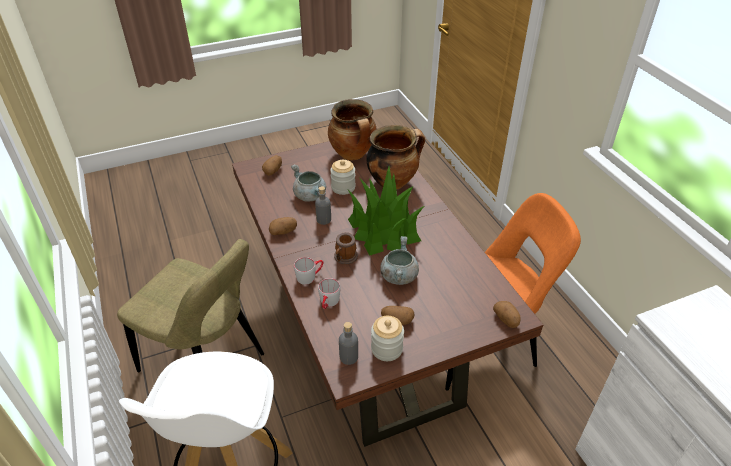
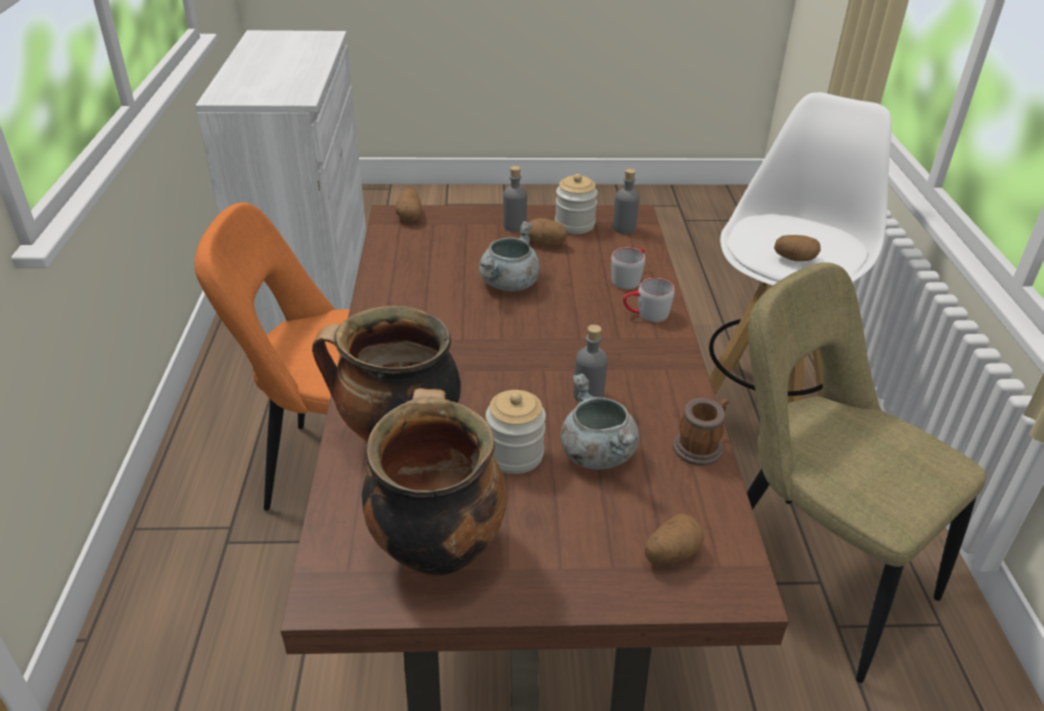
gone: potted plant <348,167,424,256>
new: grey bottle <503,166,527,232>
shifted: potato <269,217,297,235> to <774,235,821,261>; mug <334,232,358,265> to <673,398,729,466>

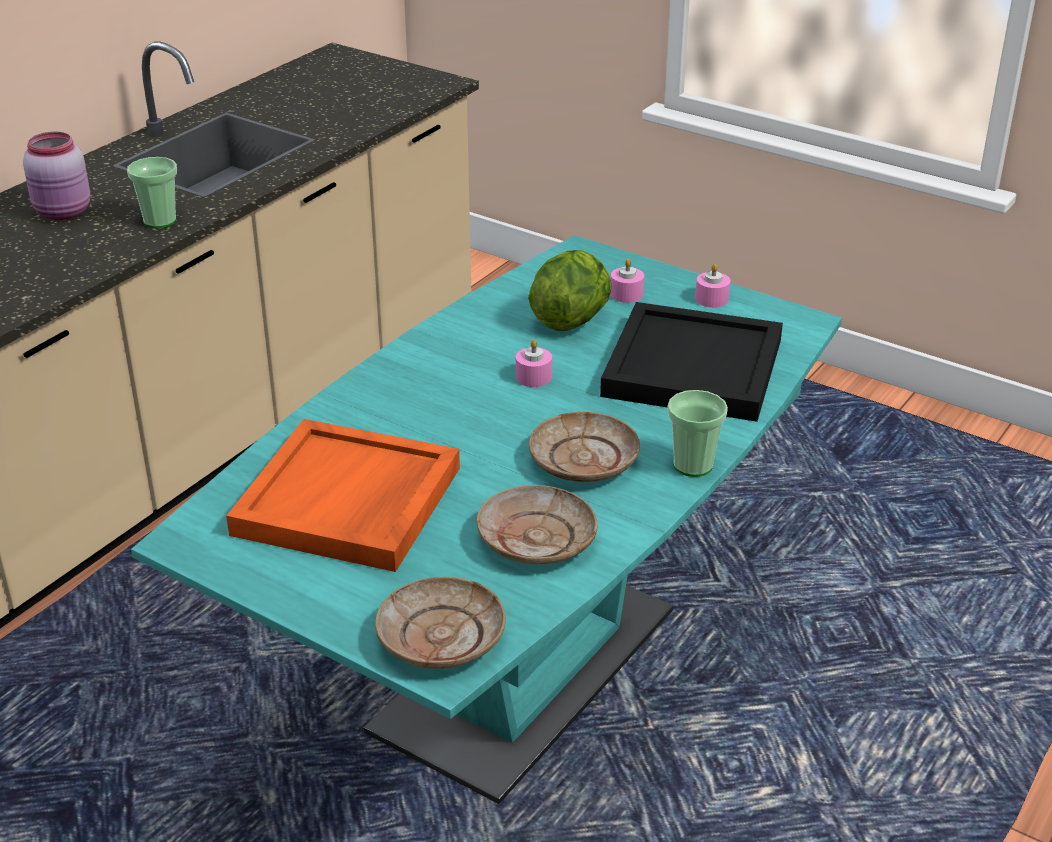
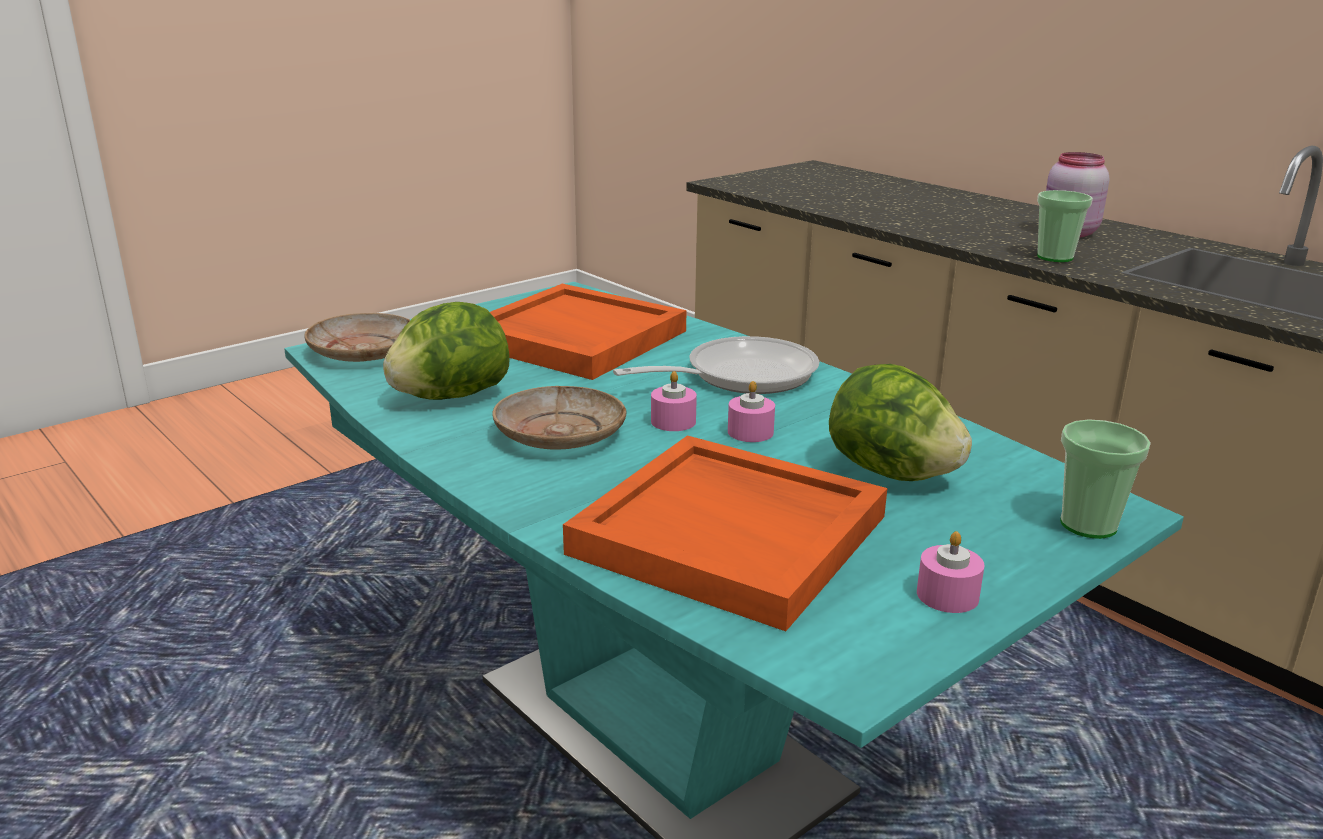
new: frying pan <613,336,819,394>
shifted: pink candle <610,259,644,303> to <651,371,697,431>; cup <667,390,728,477> to <1060,419,1151,539>
swapped: beige plate <476,485,598,565> to lettuce <383,302,510,400>
repainted: black tray <600,302,783,422> to orange tray <563,435,887,631>

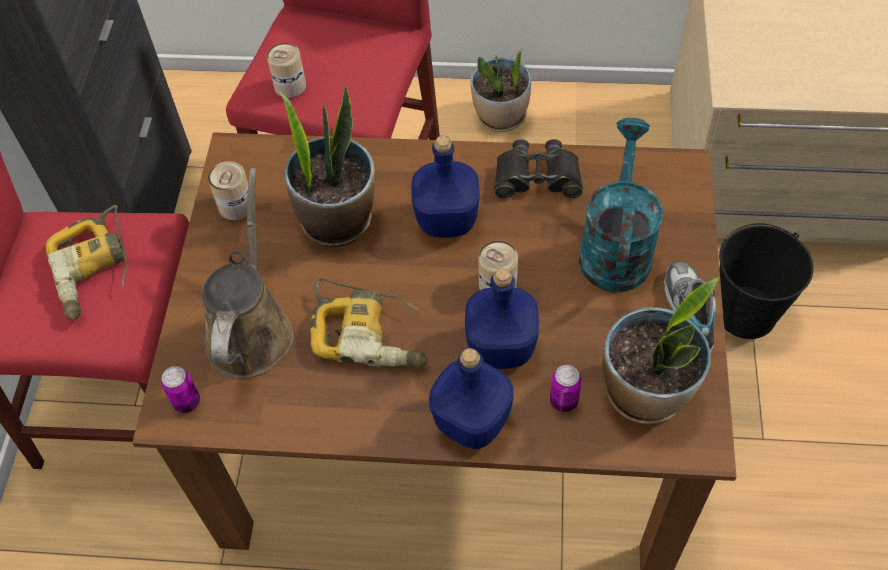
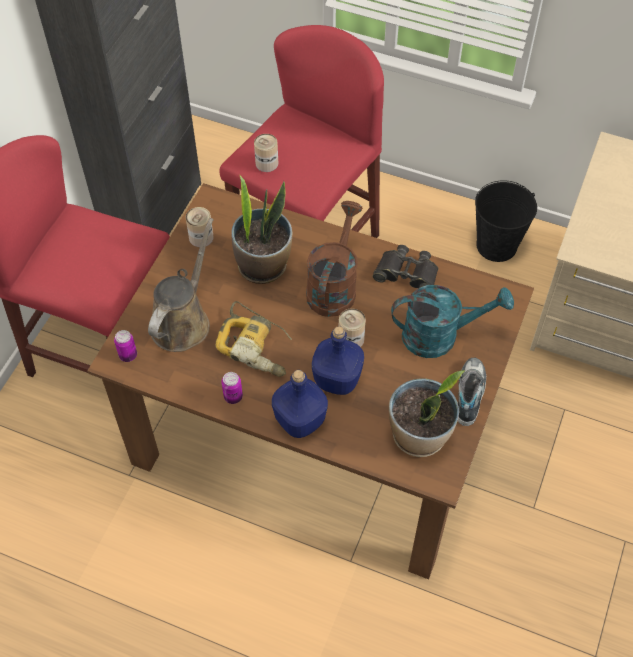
gone: power drill <46,205,127,320>; potted plant <470,48,531,132>
shifted: can <550,365,582,412> to <221,372,243,404>; black bucket <719,223,814,339> to <475,180,537,262>
swapped: blue bottle <412,135,479,238> to brown watering can <306,201,363,317>
rotated: turquoise watering can <579,118,663,293> = <391,285,514,358> 60 degrees clockwise

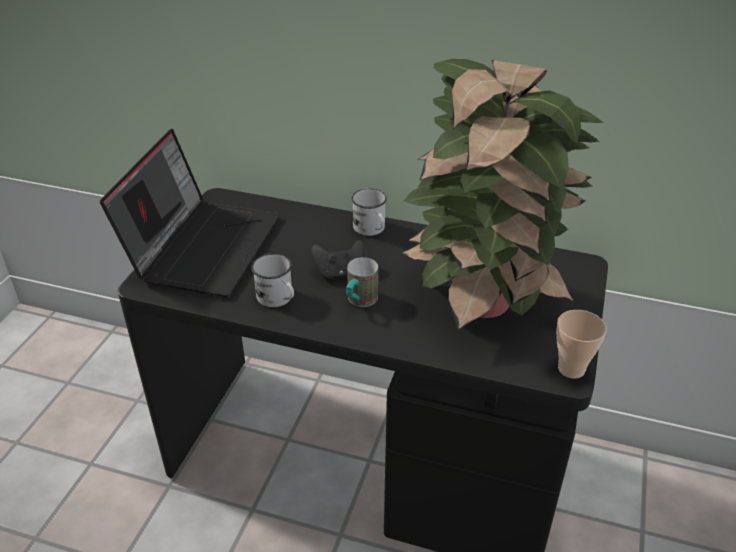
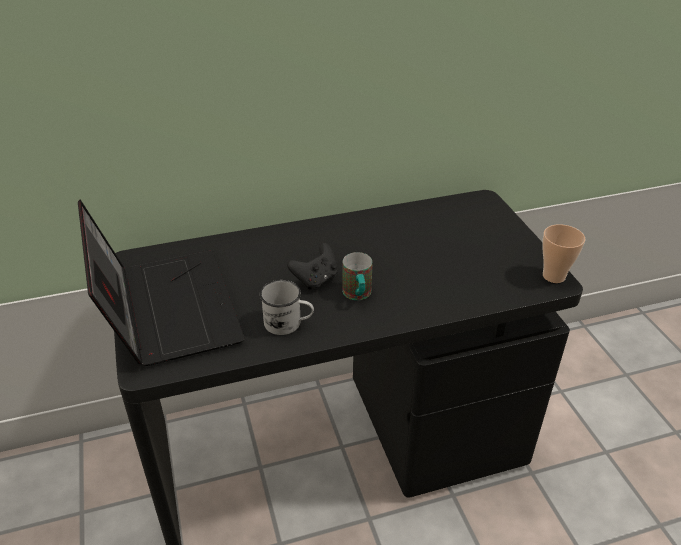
gone: white mug <351,188,387,236>; potted plant <402,59,604,330>

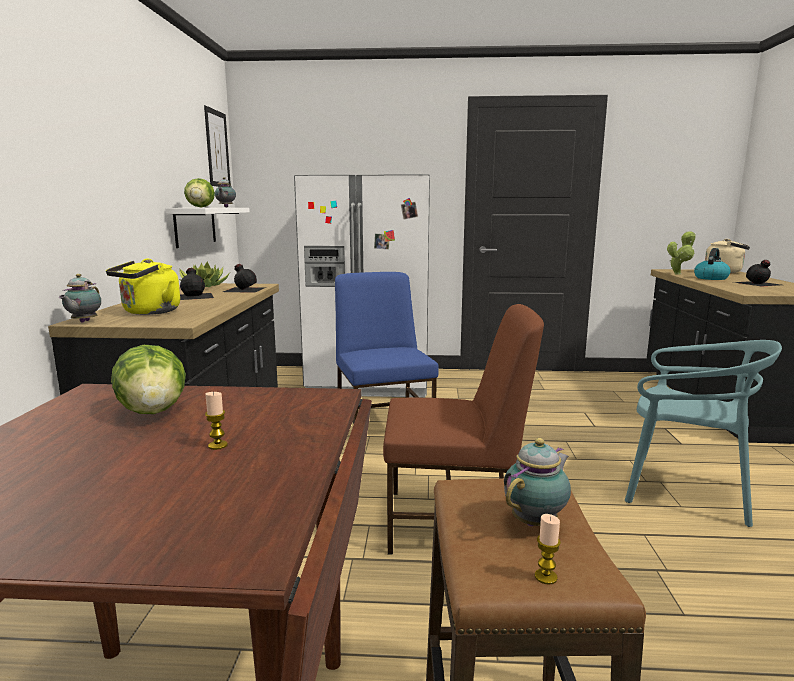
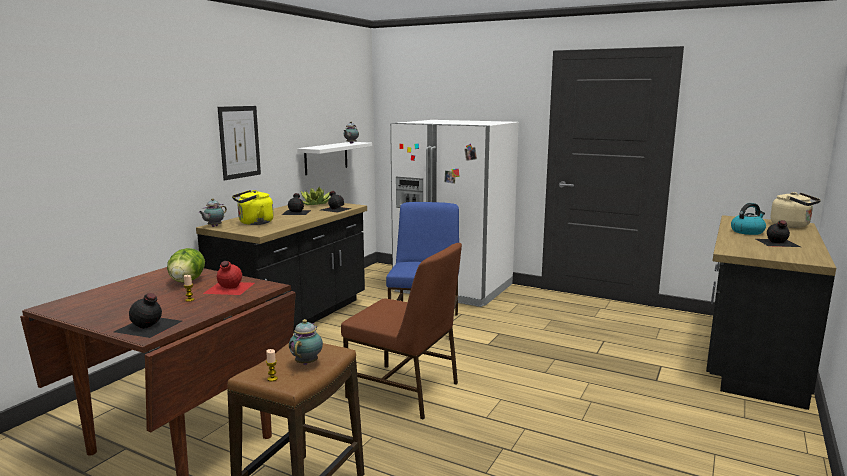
gone: lettuce <184,178,215,207>; turquoise chair <625,340,782,527>; potted plant <667,231,696,275>
new: black bottle <114,293,182,338>; red bottle <203,261,255,295>
shifted: picture <204,105,231,186> to <218,106,261,181>
rotated: teapot <504,438,571,526> = <289,319,323,365> 60 degrees counterclockwise

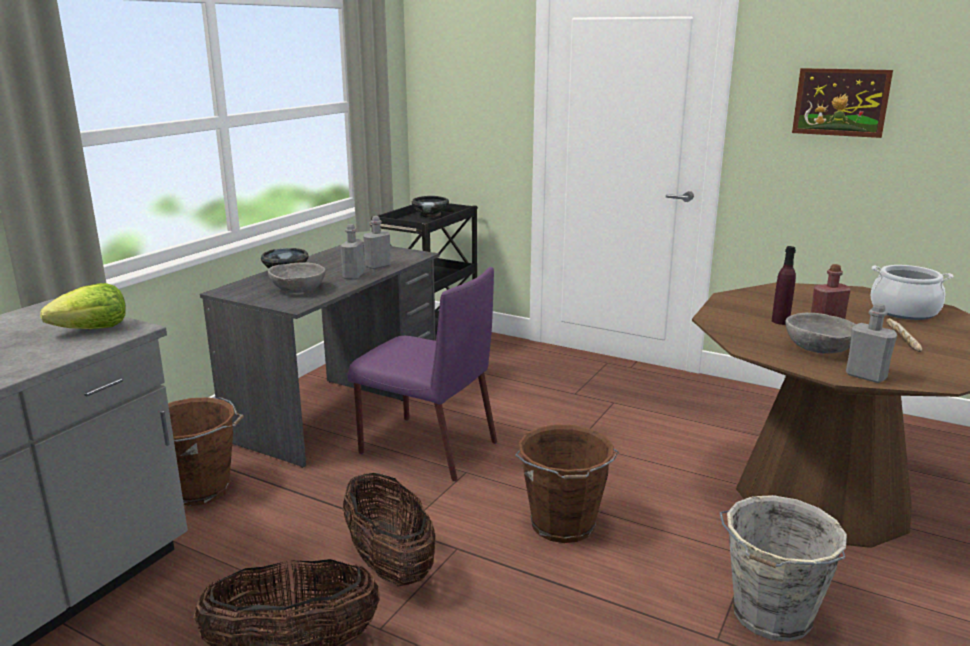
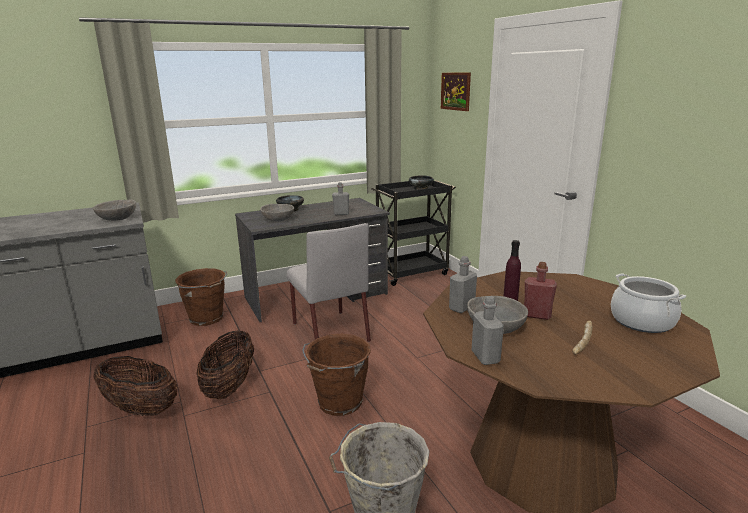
shifted: grey bottle <340,224,364,280> to <449,256,477,313>; picture <792,68,893,138> to <441,73,471,111>
swapped: lettuce <40,283,126,329> to grey bowl <93,200,136,221>
repainted: purple chair <348,267,497,481> to grey chair <286,223,371,342>

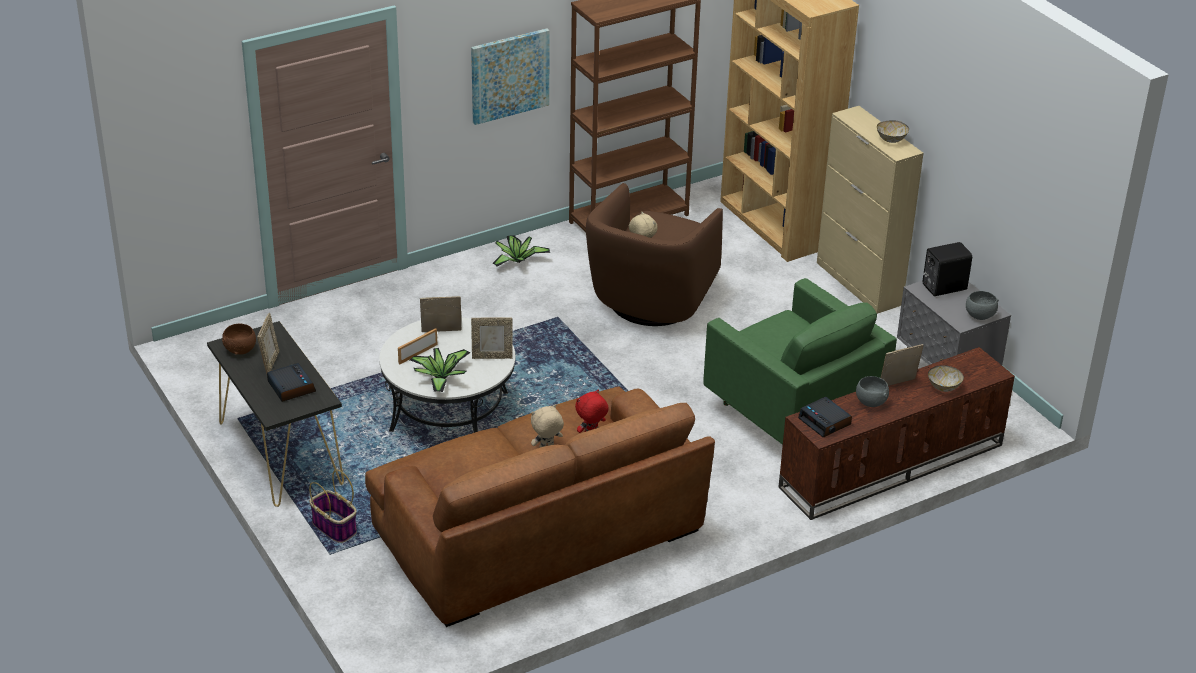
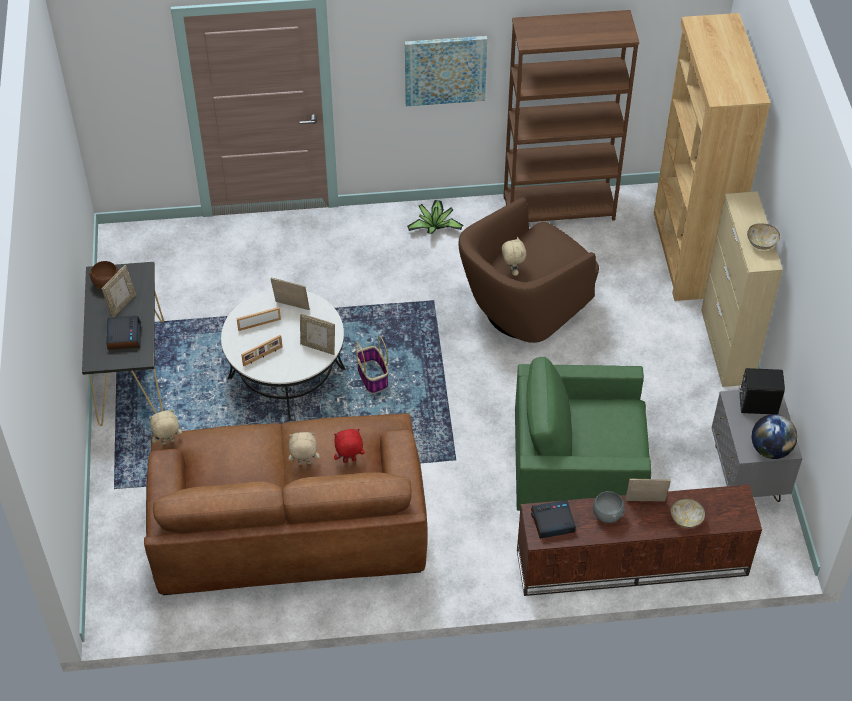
new: beige plush toy <149,409,182,445>
shifted: basket <309,470,357,543> to <355,336,389,394>
swapped: potted plant <410,348,470,392> to picture frame <241,335,282,366>; grey bowl <966,291,999,320> to globe <752,414,797,459>
rotated: green armchair <703,278,897,445> = <515,357,651,511> 105 degrees clockwise; alarm clock <798,397,852,438> = <531,500,576,539> 90 degrees clockwise

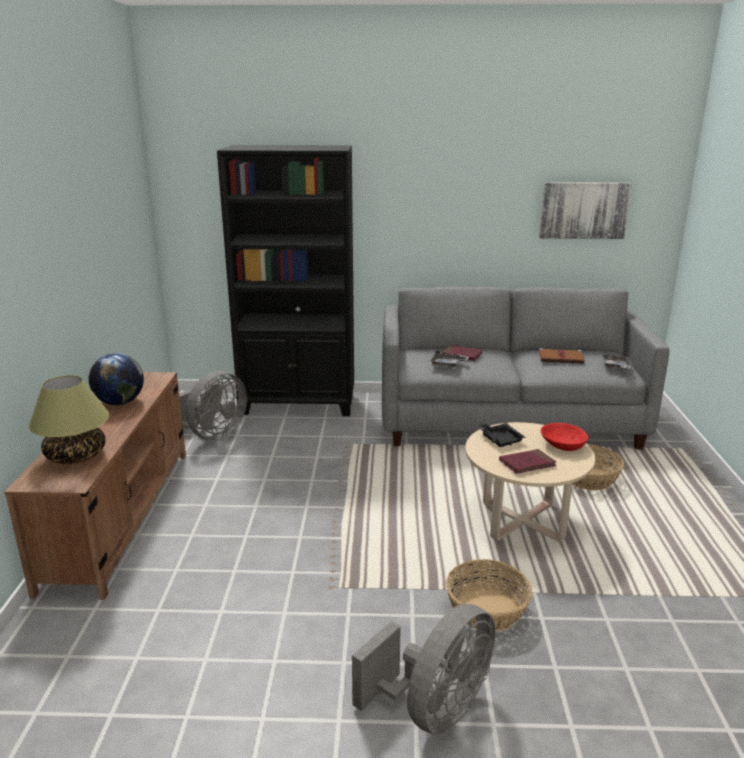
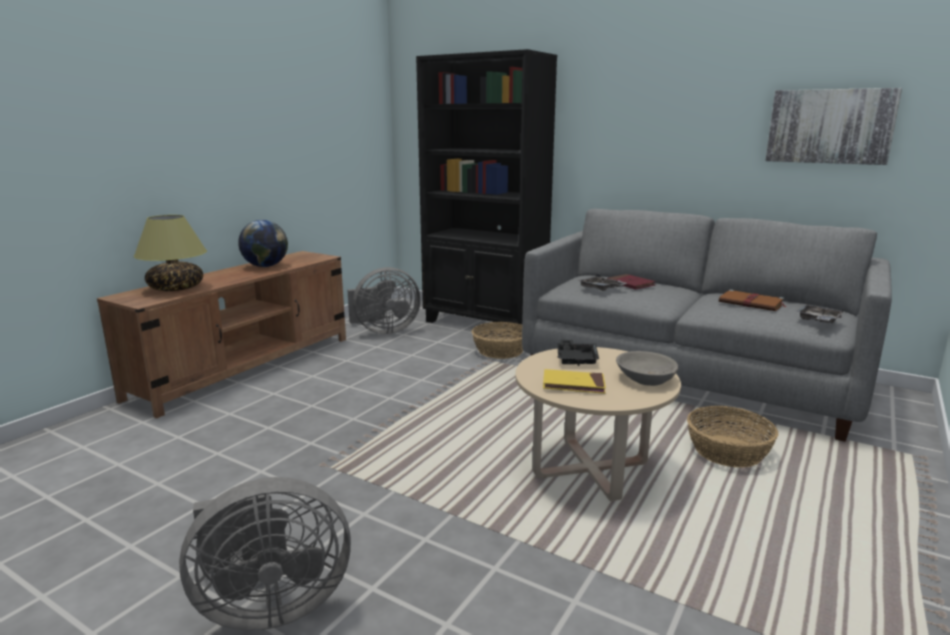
shifted: basket <446,559,532,632> to <472,322,523,359>
repainted: red book <499,449,556,474> to yellow book <543,369,606,394>; red bowl <541,423,589,451> to grey bowl <616,351,678,386>

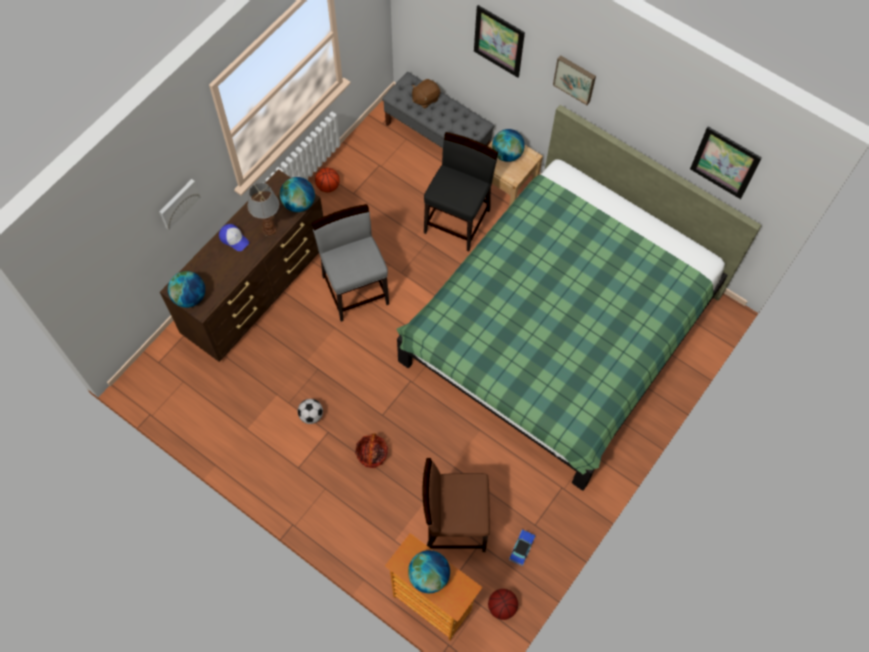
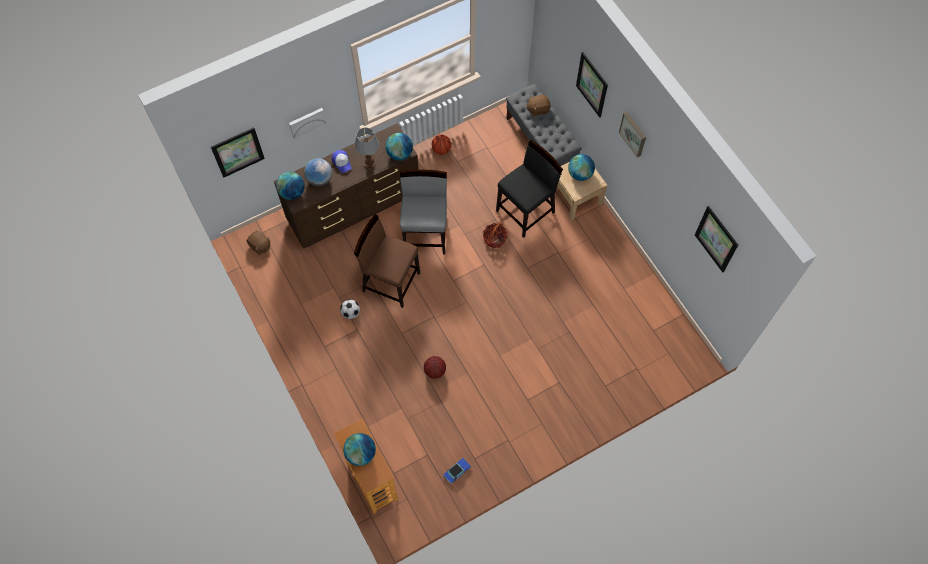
gone: green bed <396,105,762,491>
new: picture <211,127,265,178>; brown plush toy <247,231,270,255>; globe <304,158,332,186>
shifted: basket <355,433,388,468> to <483,222,507,248>; brown chair <423,458,490,552> to <354,214,420,308>; basketball <488,589,518,620> to <424,356,446,379>

